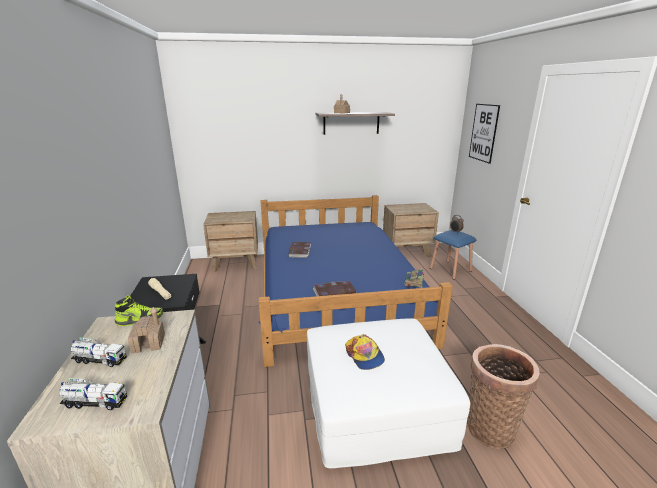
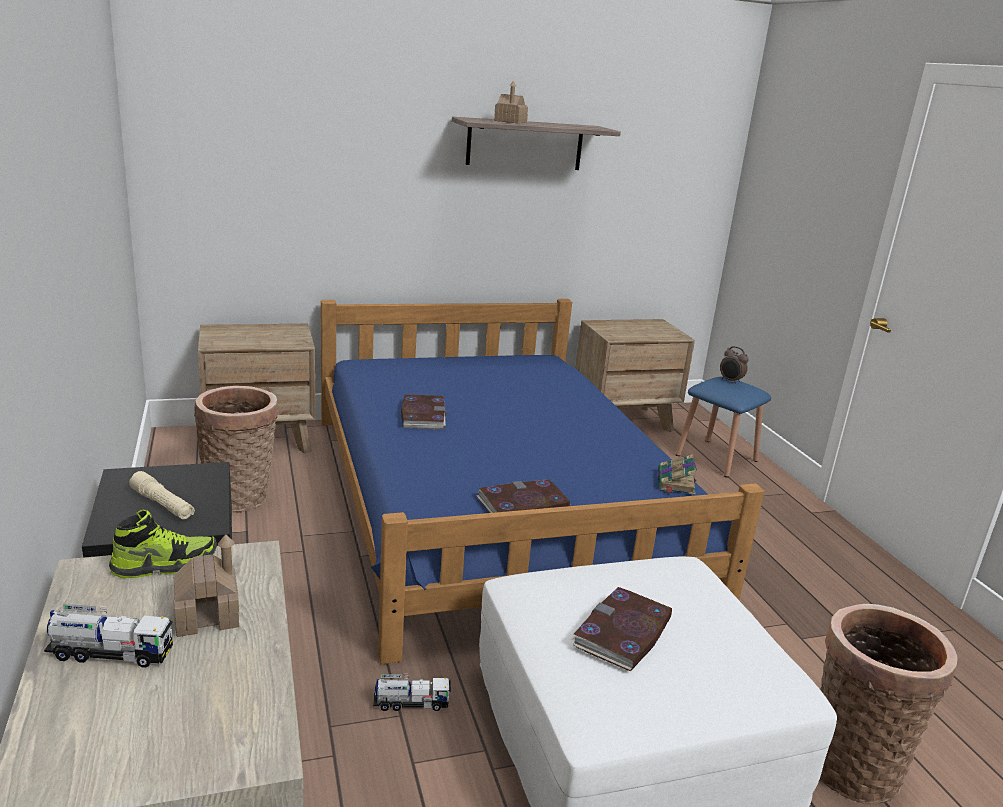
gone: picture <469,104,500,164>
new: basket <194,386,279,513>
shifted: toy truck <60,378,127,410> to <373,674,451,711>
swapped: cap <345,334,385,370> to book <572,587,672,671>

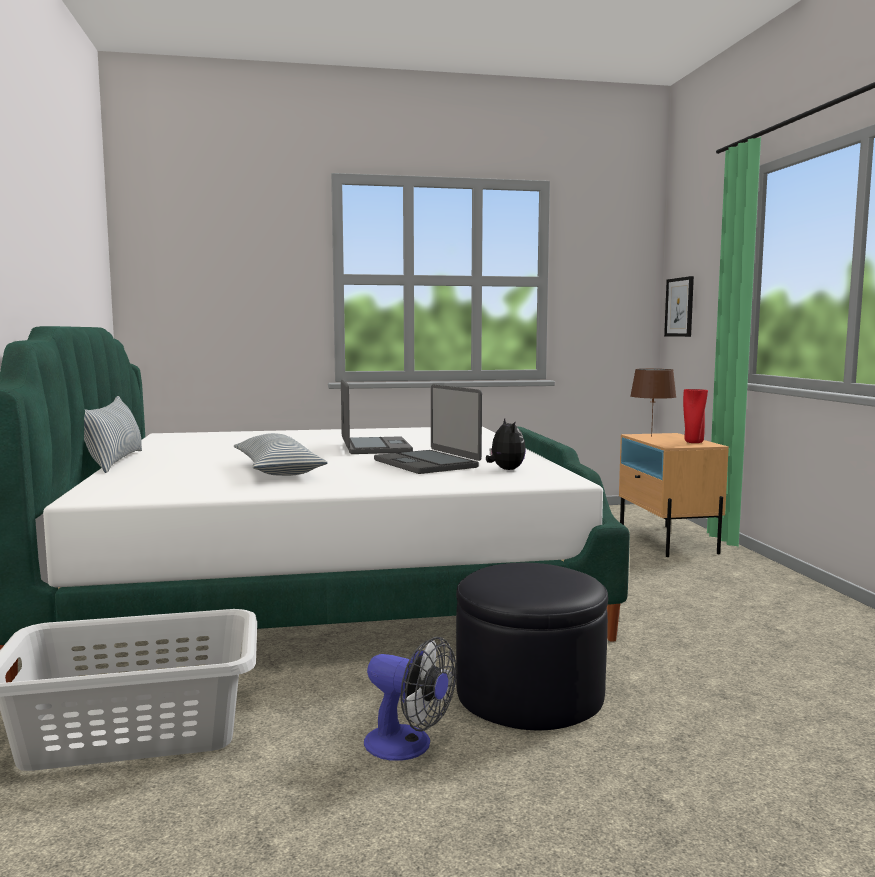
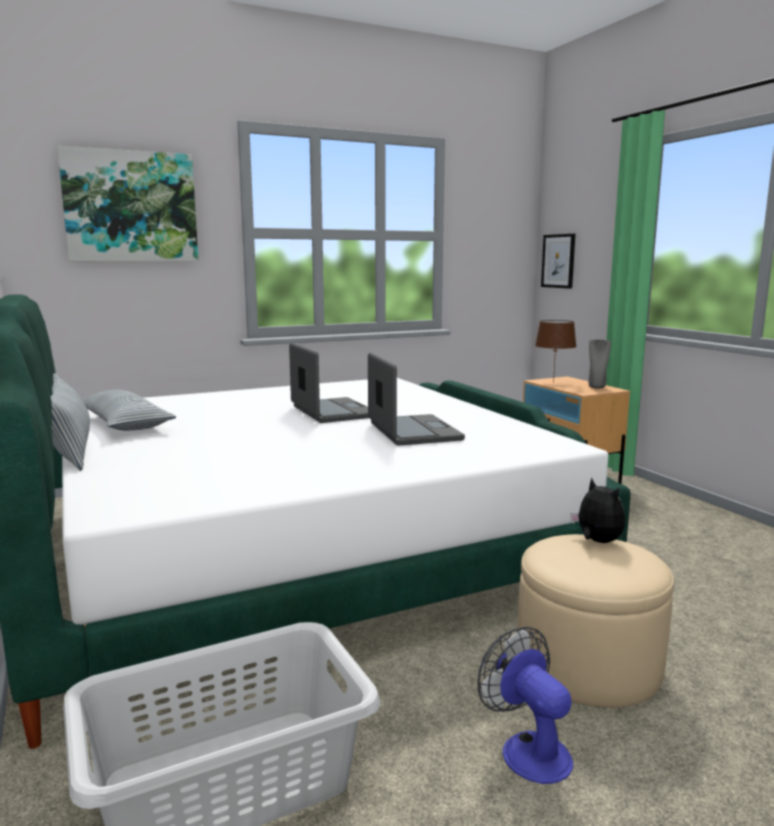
new: picture <57,146,198,261>
shifted: pillow <234,433,328,476> to <82,390,176,431>; plush toy <486,419,526,470> to <570,478,625,543>
repainted: black ottoman <456,563,608,730> to beige ottoman <518,534,674,708>; red vase <683,389,708,443> to grey vase <589,340,611,389>
rotated: fan <364,637,457,761> = <477,627,573,784> 135 degrees counterclockwise; laptop <374,384,482,474> = <368,352,465,445> 150 degrees counterclockwise

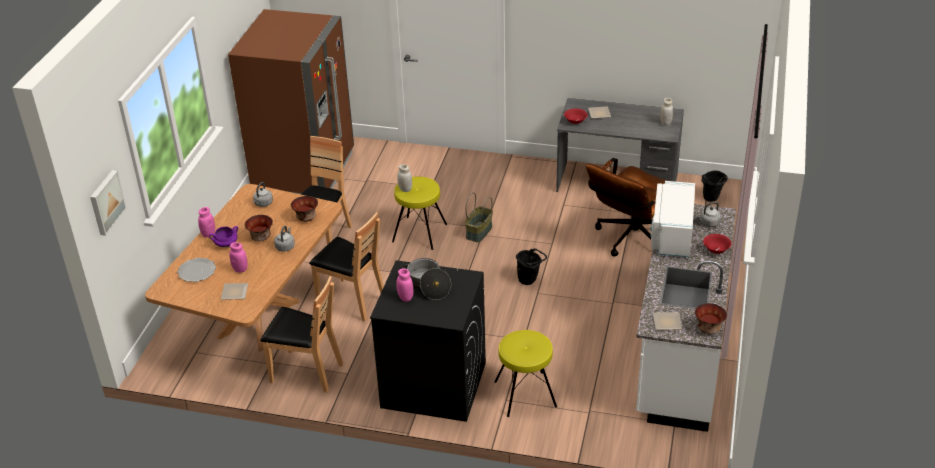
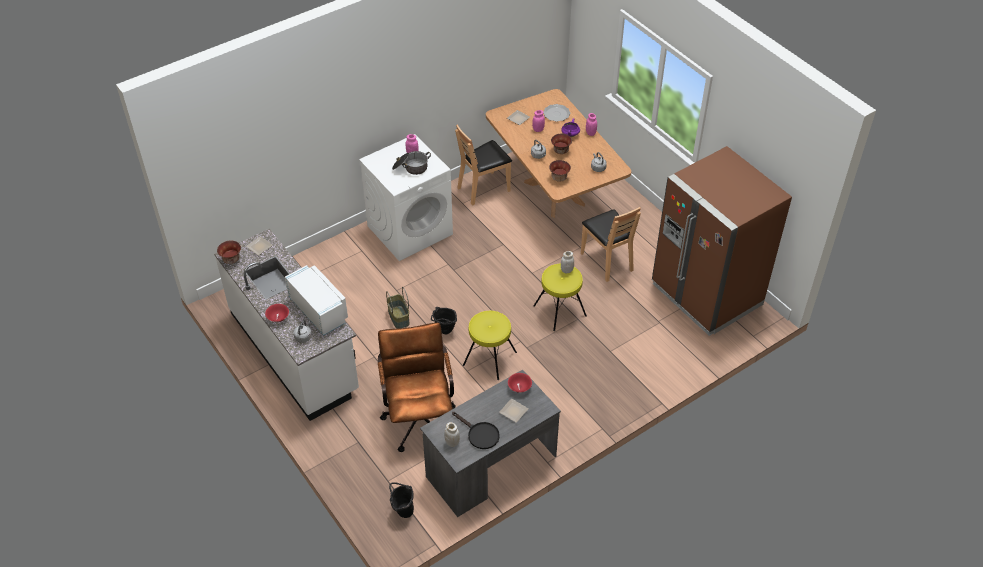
gone: picture <90,170,127,236>; brown chair <309,212,384,321>
new: black frying pan <452,412,500,449>
shifted: basket <465,192,493,242> to <386,287,410,329>; yellow stool <494,330,557,417> to <463,311,517,380>
repainted: black washing machine <370,260,486,422> to white washing machine <359,134,453,261>

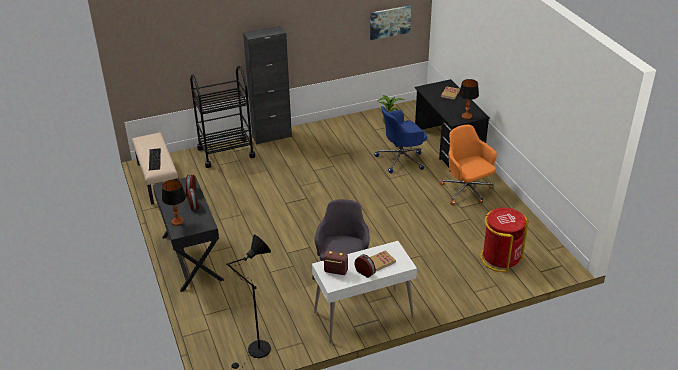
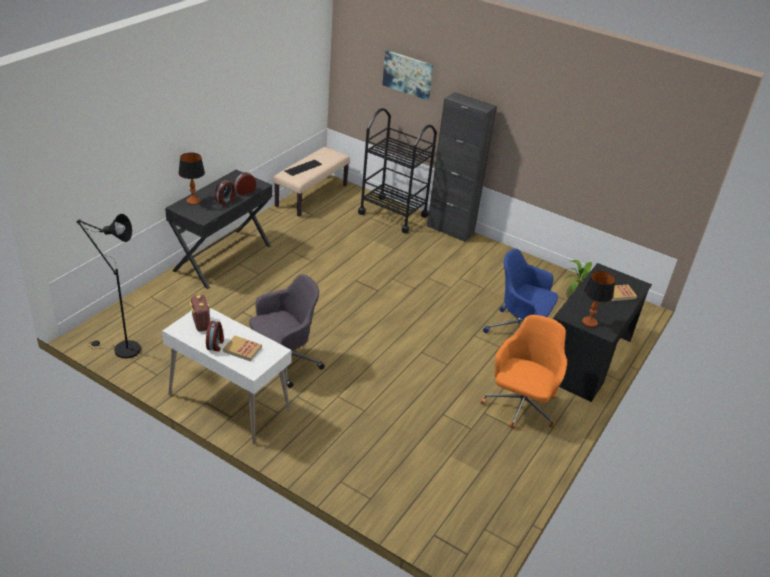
gone: red trash can <480,208,529,272>
shifted: picture <370,6,411,40> to <382,50,433,100>

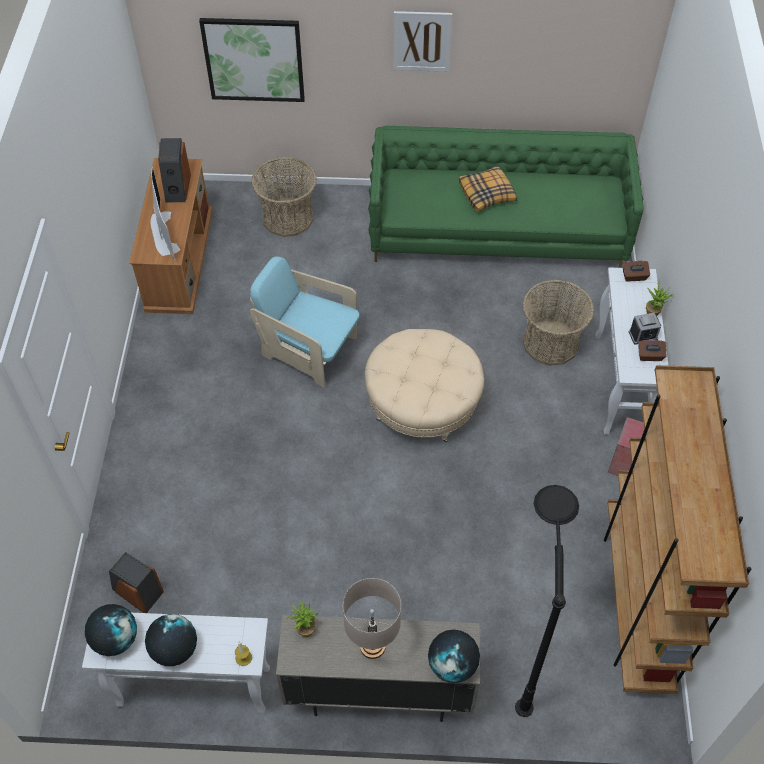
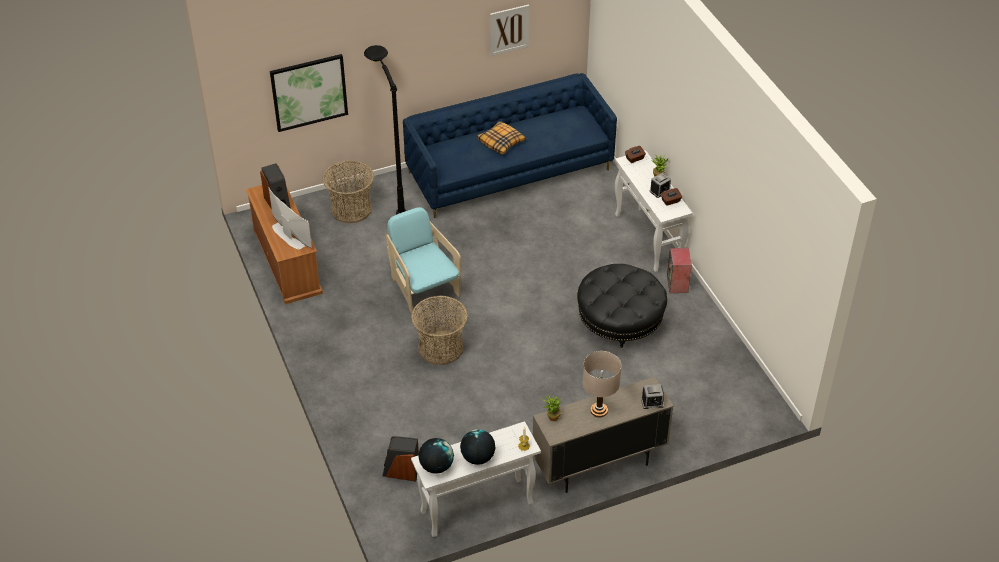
gone: beige ottoman <365,329,484,442>; brown bookcase <604,365,751,694>
new: black ottoman <577,264,667,350>
shifted: picture <393,11,452,72> to <490,5,529,56>; black floor lamp <515,485,579,717> to <364,45,406,215>; basket <523,279,594,366> to <411,296,468,365>
swapped: globe <428,630,480,683> to alarm clock <641,384,664,409>
repainted: green sofa <368,126,644,268> to blue sofa <403,73,617,218>
rotated: turquoise armchair <250,256,359,388> = <386,207,461,314> 60 degrees clockwise

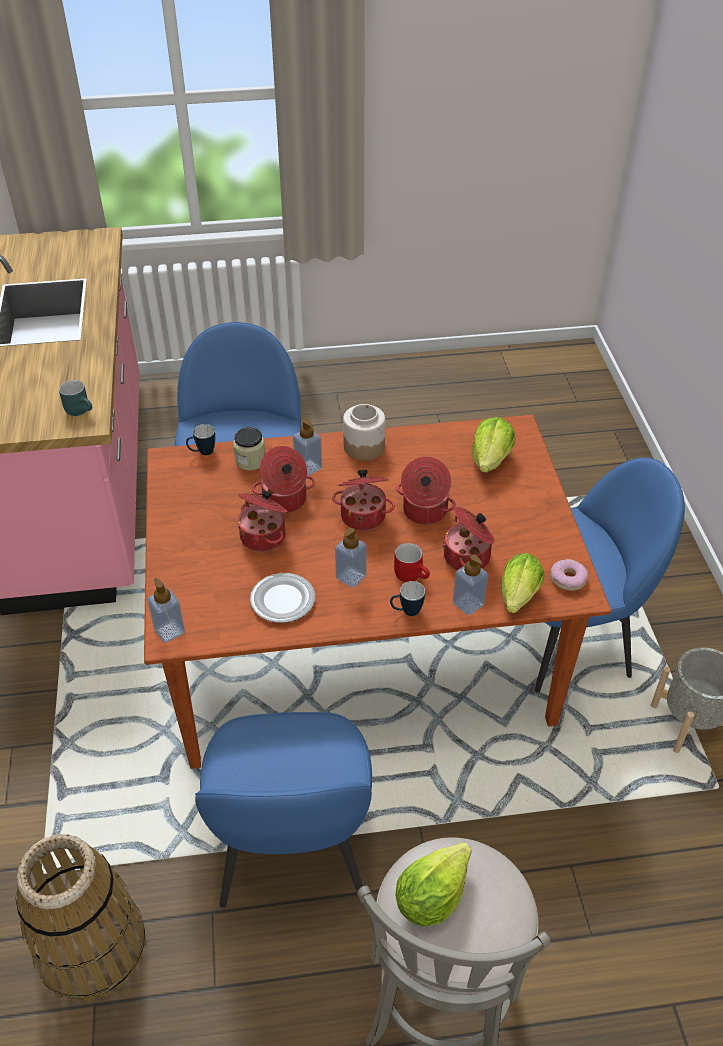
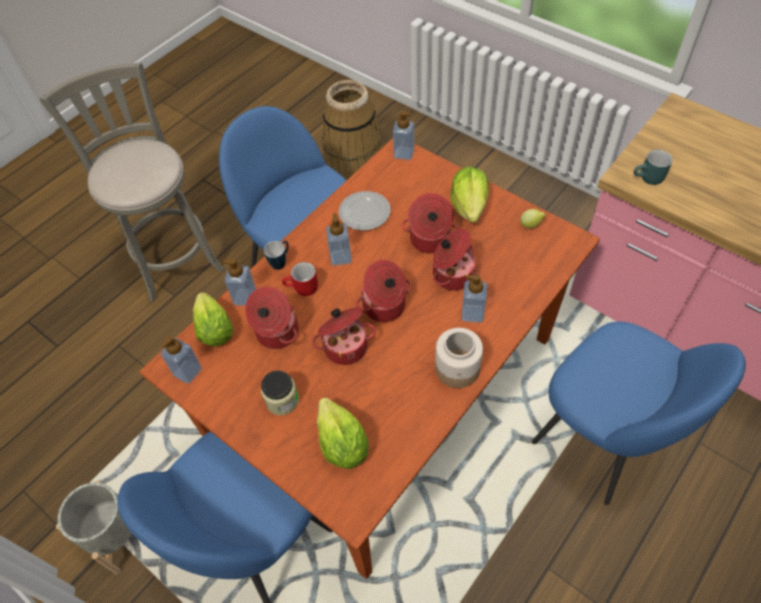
gone: mug <186,424,215,455>
new: lemon <520,209,546,229>
shifted: jar <233,427,265,470> to <261,370,299,415>; lettuce <395,842,472,926> to <450,166,489,223>
swapped: donut <550,559,588,591> to soap dispenser <161,336,202,384>

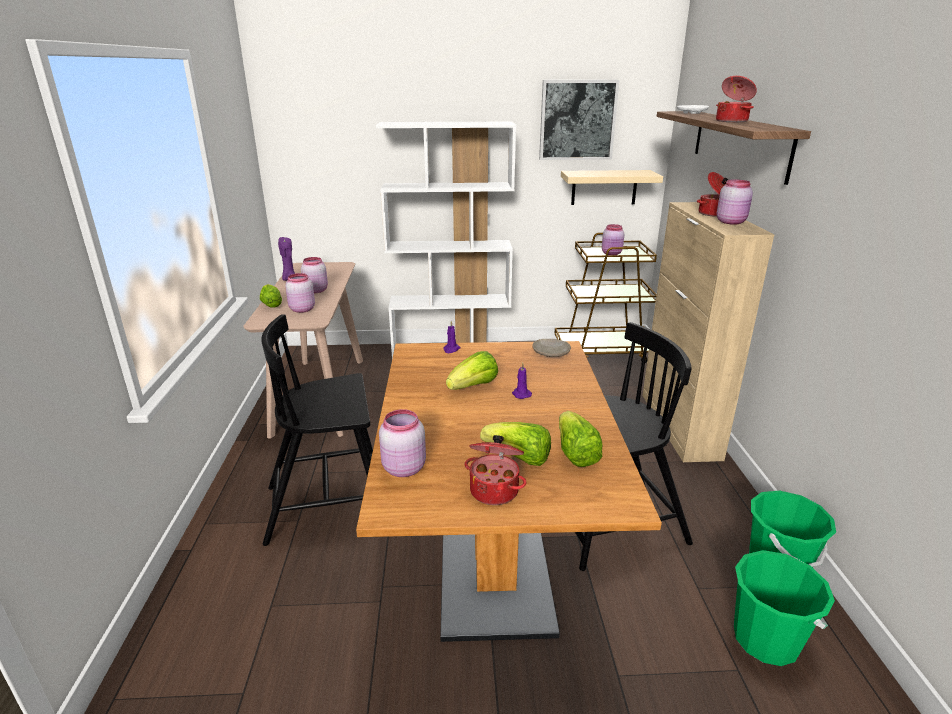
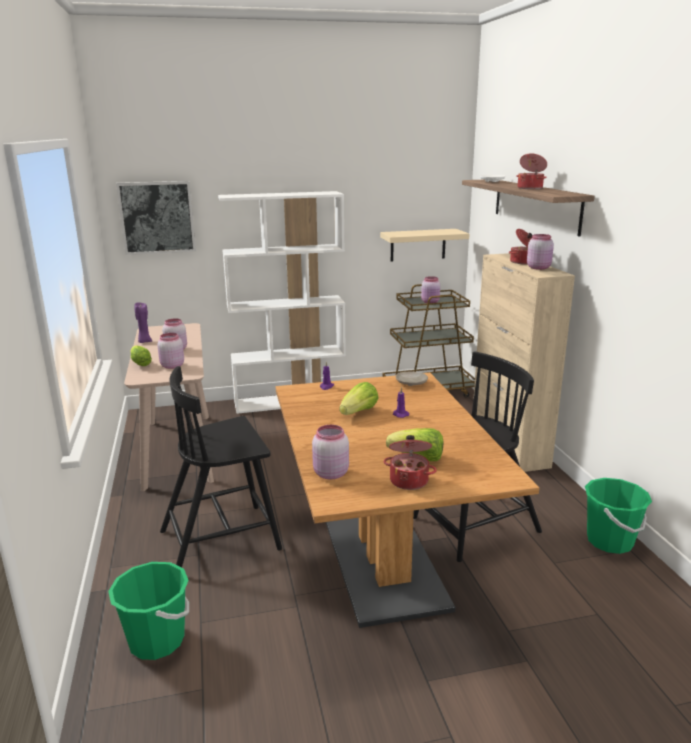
gone: lettuce <559,411,603,467>
shifted: picture <539,80,619,160> to <116,181,196,255>; green bucket <734,550,835,666> to <108,562,189,660>

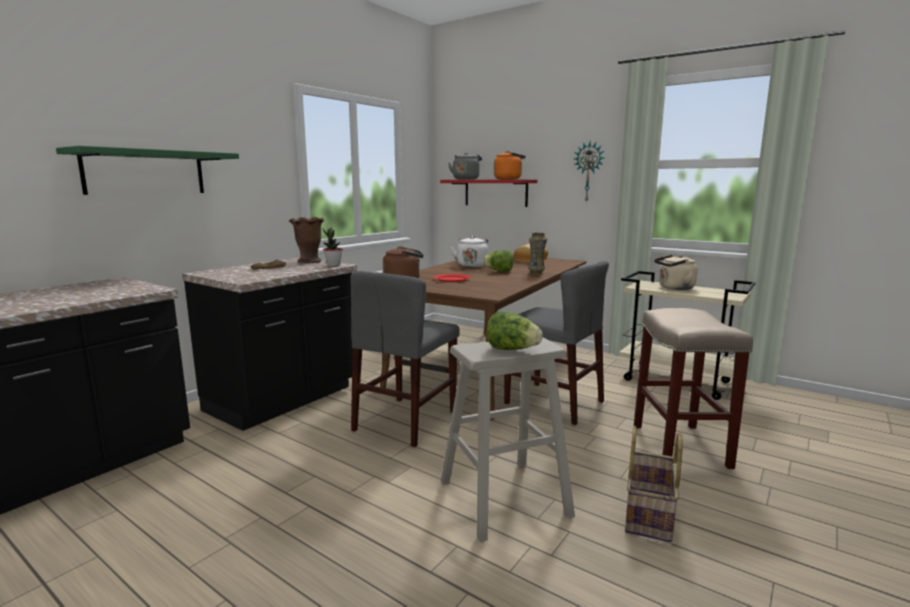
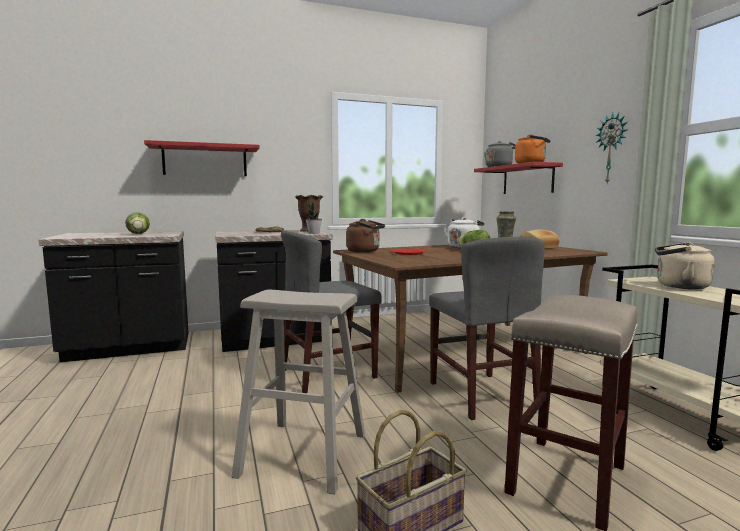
shifted: lettuce <487,311,543,350> to <125,213,150,234>
repainted: green shelf <56,146,239,195> to red shelf <144,140,260,176>

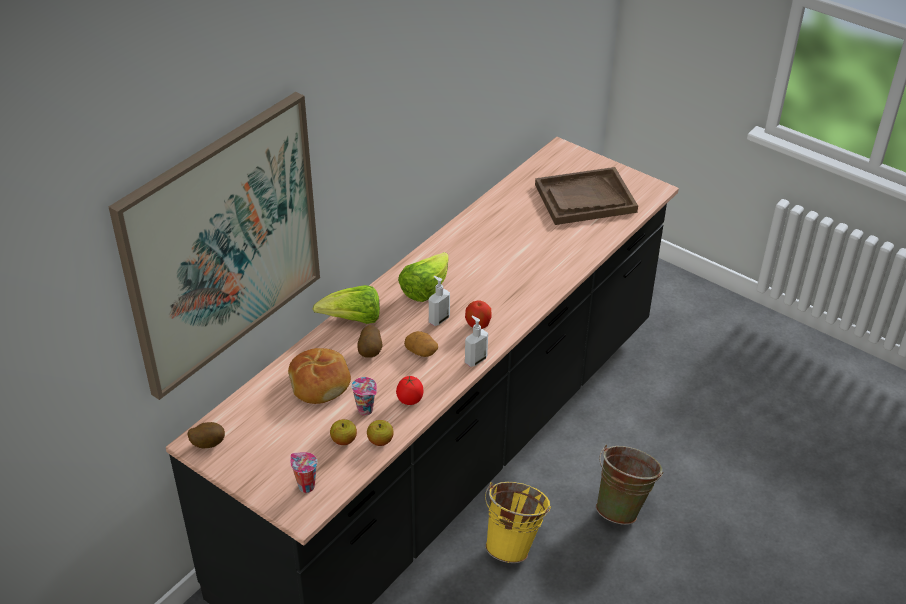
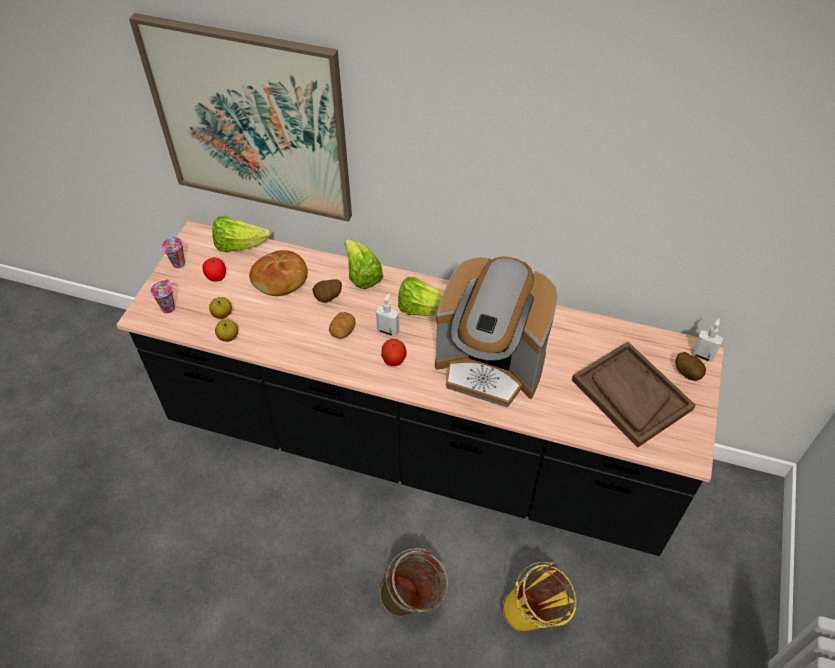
new: lettuce <212,216,271,252>; coffee machine <435,256,558,408>
shifted: potato <187,422,225,448> to <676,352,706,381>; cup <351,377,377,416> to <162,237,185,269>; tomato <396,376,423,405> to <202,257,226,282>; soap dispenser <465,316,488,367> to <691,318,723,362>; yellow bucket <485,482,551,563> to <503,562,577,632>

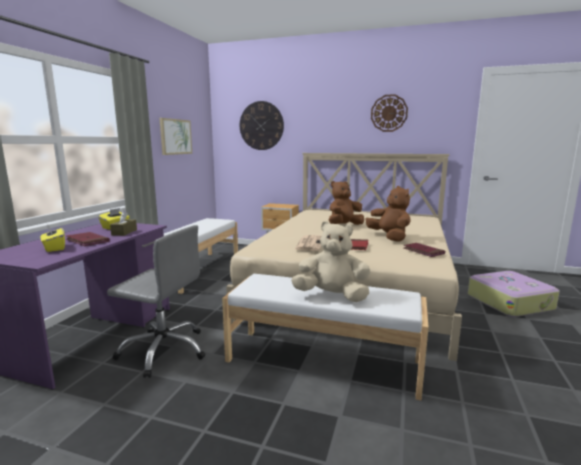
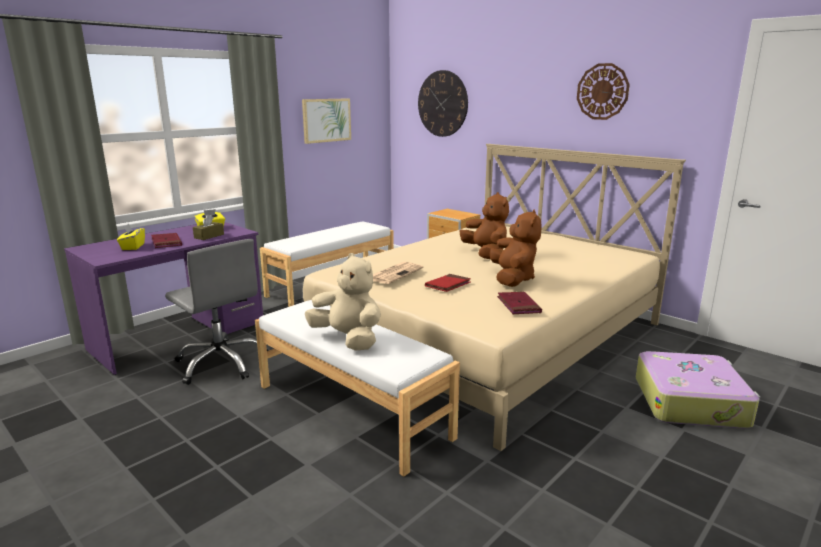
rotated: brown plush toy <329,181,364,225> = <460,192,509,259> 75 degrees clockwise

